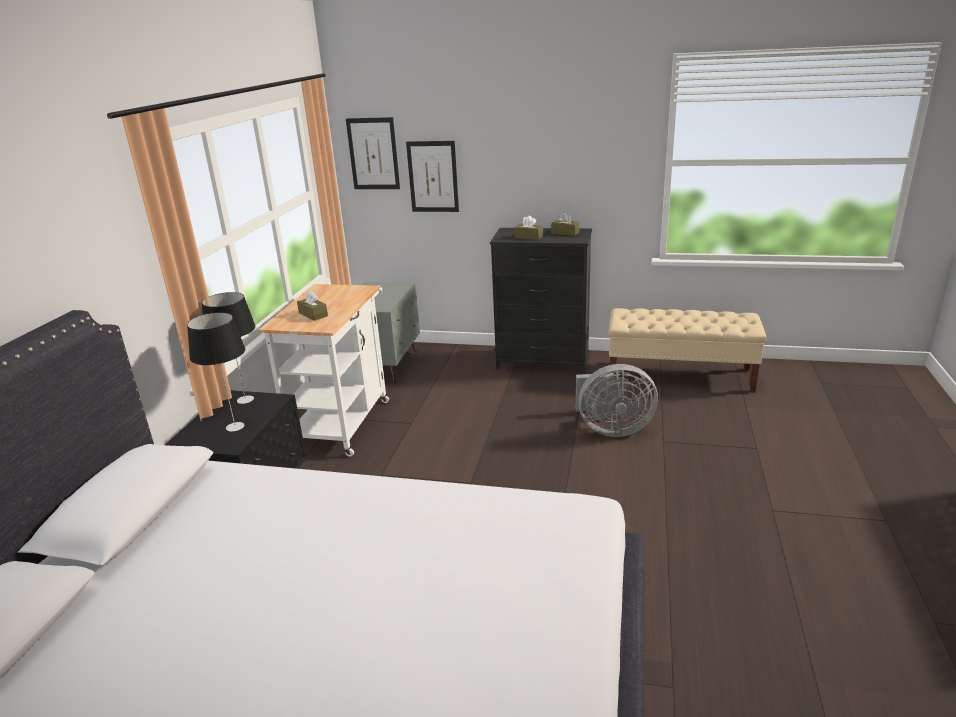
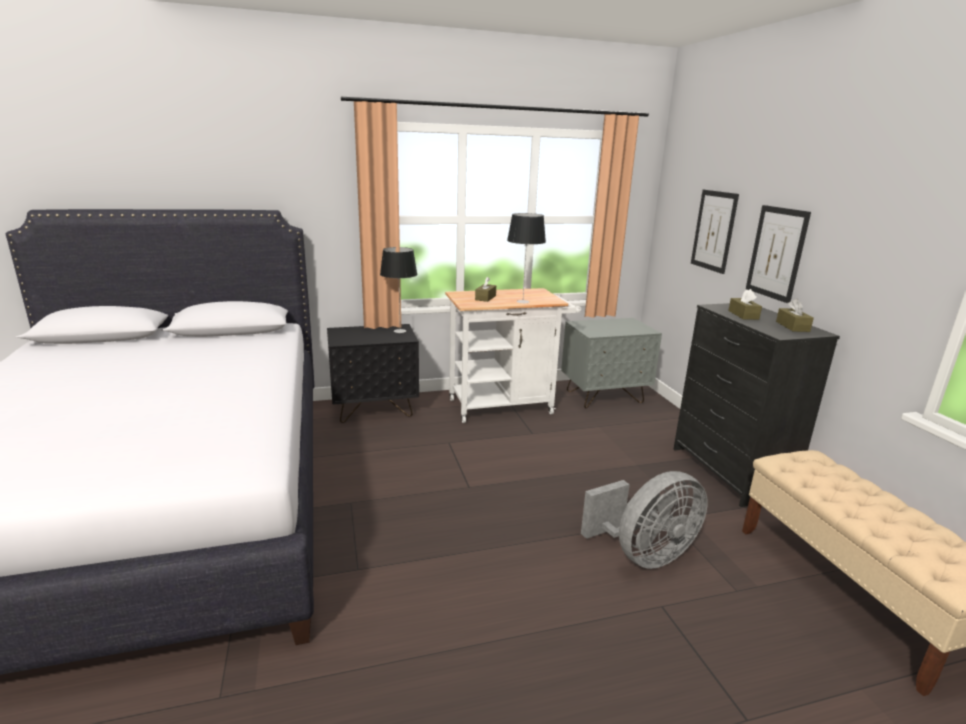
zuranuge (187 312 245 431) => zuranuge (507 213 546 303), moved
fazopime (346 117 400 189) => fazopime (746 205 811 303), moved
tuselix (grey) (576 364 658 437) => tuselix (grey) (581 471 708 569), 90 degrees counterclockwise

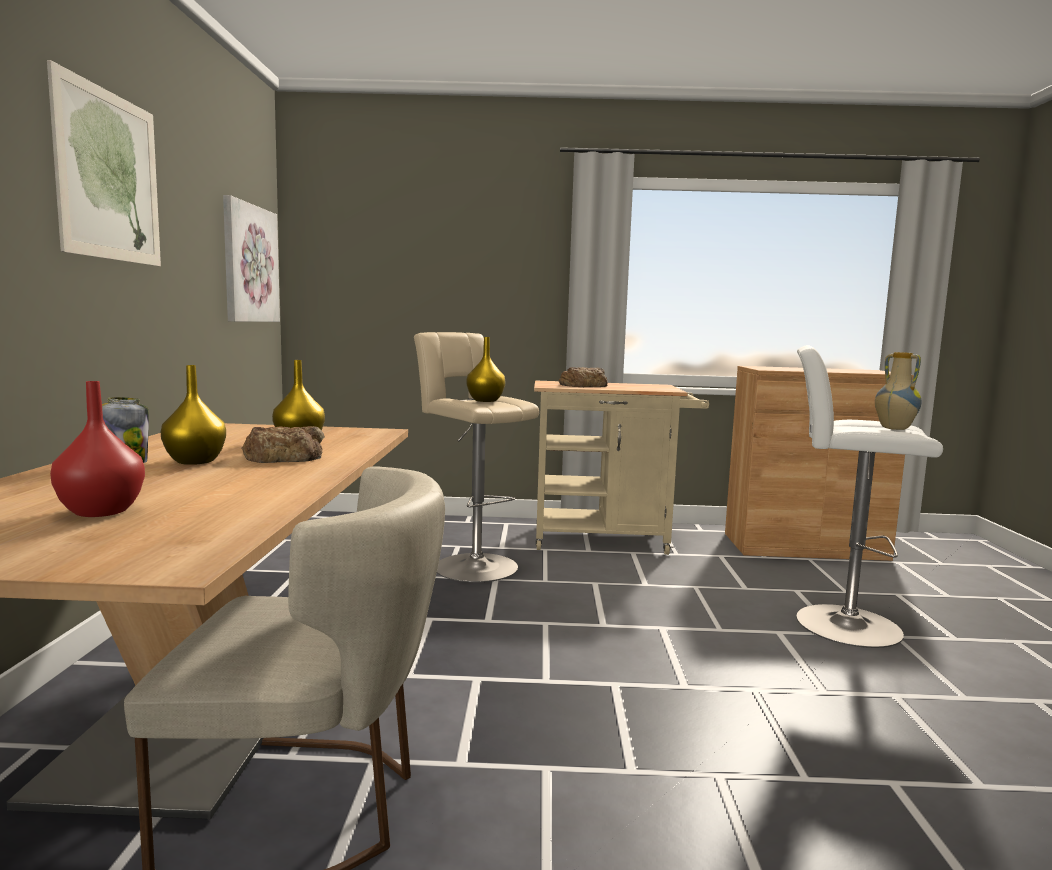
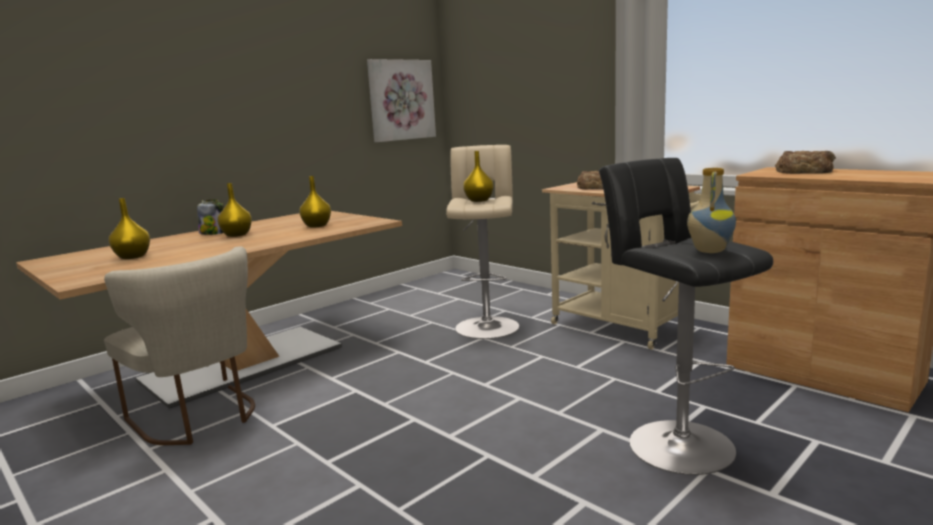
fazopime (47 60 161 266) => nothing
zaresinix (241 426 325 463) => zaresinix (775 151 836 174), moved
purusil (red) (50 381 145 517) => purusil (yellow) (109 198 150 259)
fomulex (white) (796 345 943 648) => fomulex (black) (599 158 773 475)

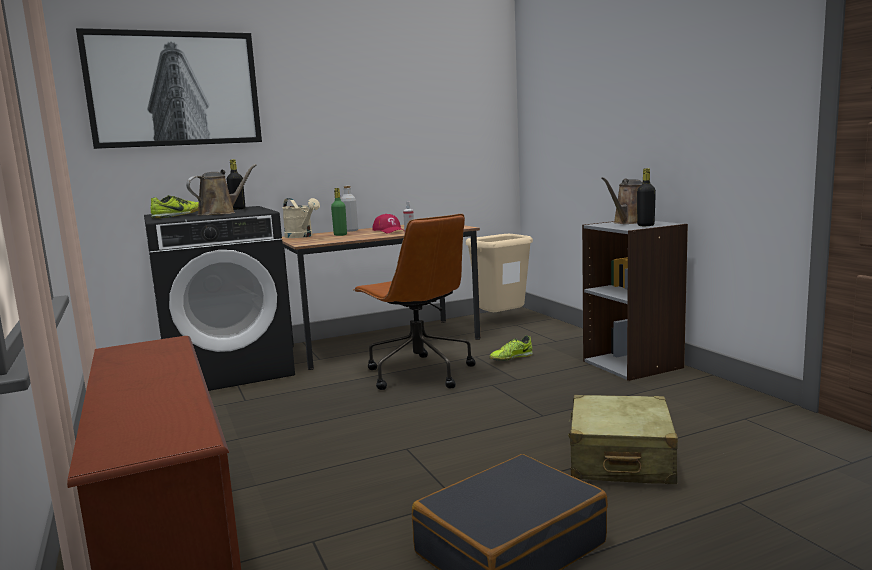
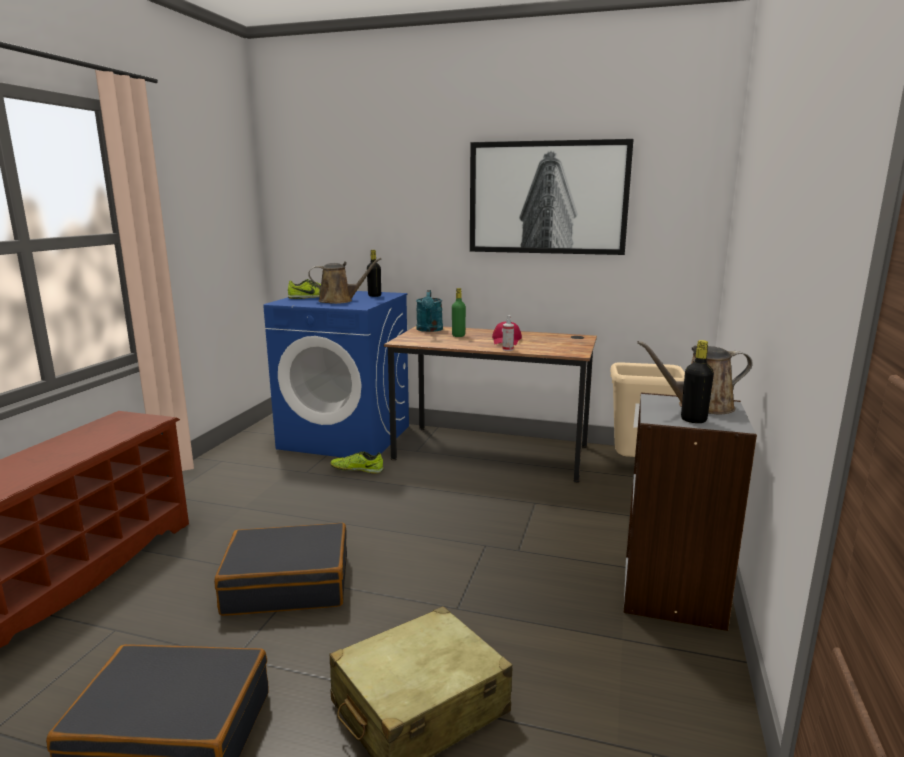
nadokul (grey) (341 186 358 232) => nothing
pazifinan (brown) (353 214 475 390) => nothing
nothing => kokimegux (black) (214 523 347 616)
fazopime (76 28 262 149) => fazopime (470 139 634 255), moved
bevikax (489 335 533 361) => bevikax (330 451 383 474), moved
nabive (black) (144 206 295 391) => nabive (blue) (263 291 409 458)
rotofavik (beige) (282 198 320 238) => rotofavik (turquoise) (416 290 443 332)

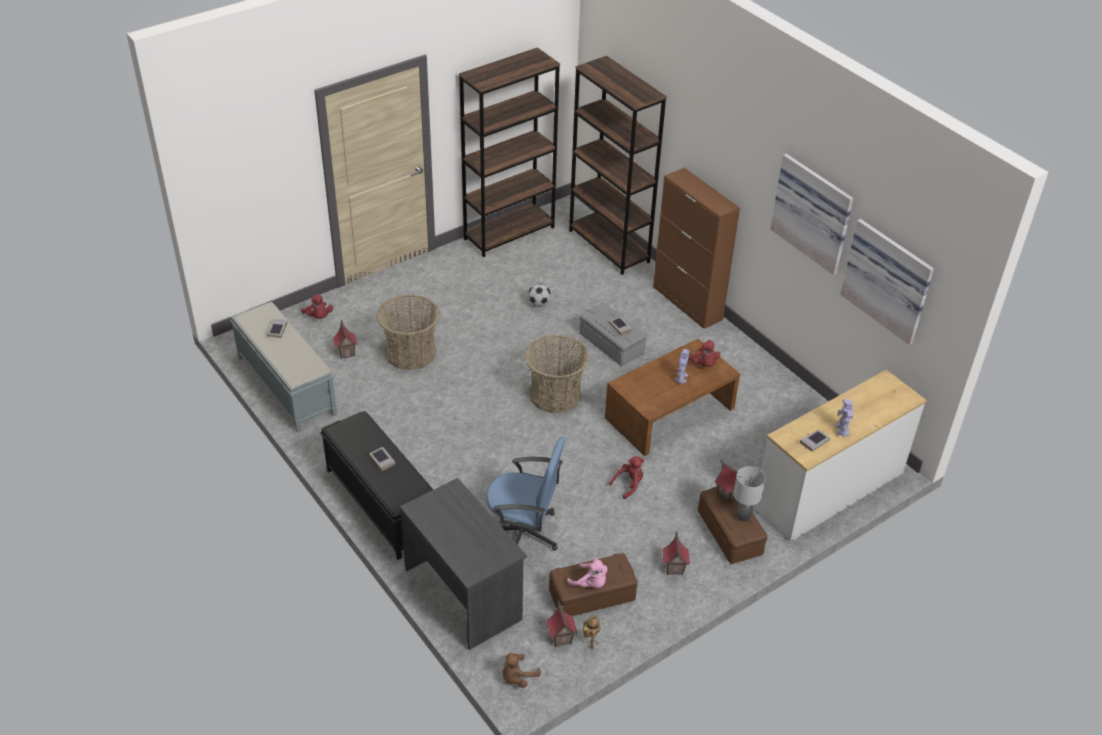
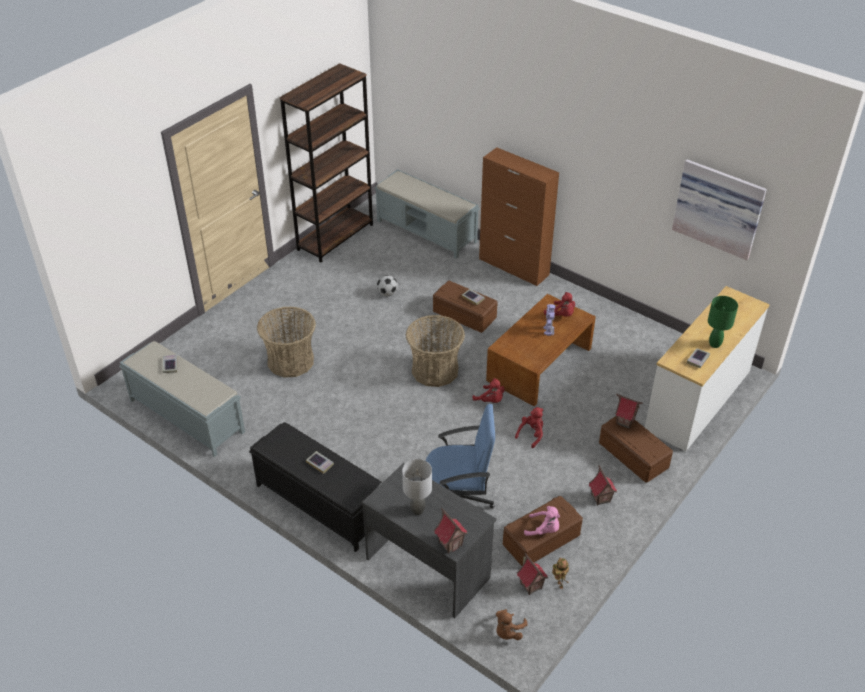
fazopime (770 154 854 275) => nothing
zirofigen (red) (301 294 333 319) => zirofigen (red) (472 378 505 403), moved
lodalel (333 320 358 359) => lodalel (434 507 468 554), moved
zuranuge (grey) (733 466 766 521) => zuranuge (grey) (402 459 432 515), moved
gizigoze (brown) (569 56 667 275) => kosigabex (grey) (375 169 480 259)
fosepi (835 399 853 437) => zuranuge (green) (708 296 738 348)
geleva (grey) (579 303 646 366) => geleva (brown) (433 281 498 333)

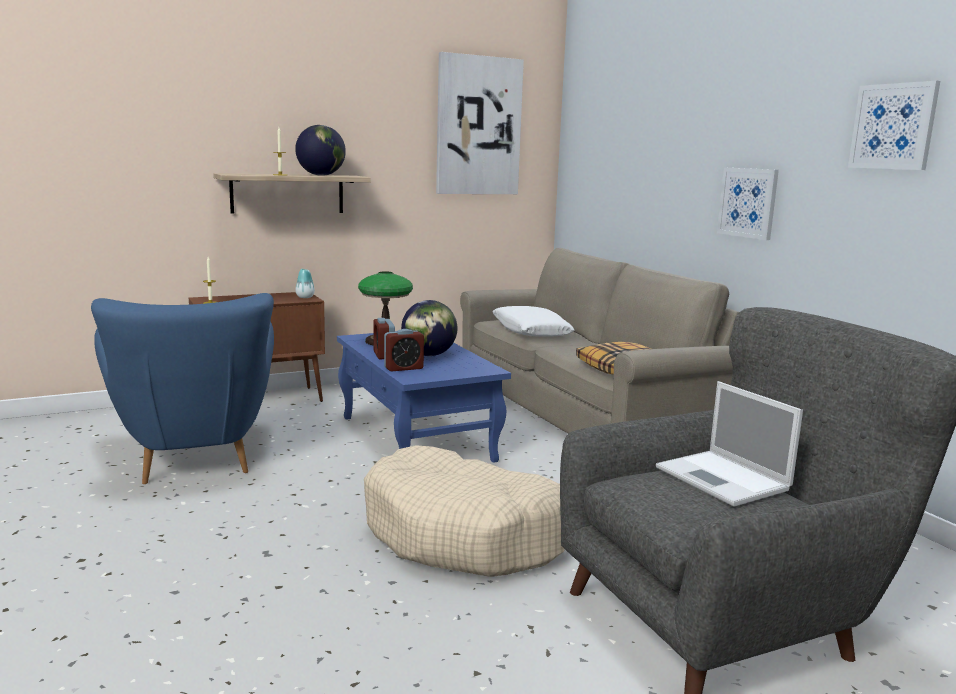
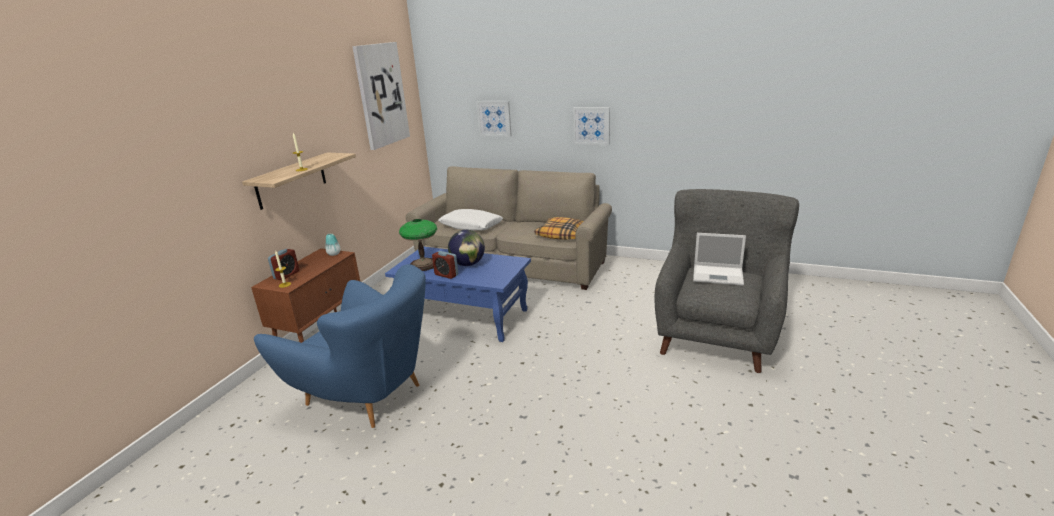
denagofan (295 125 346 176) => nothing
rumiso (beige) (364 445 565 577) => nothing
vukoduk (384 329 424 372) => vukoduk (268 249 299 280), moved
fazopime (848 81 940 170) => fazopime (476 101 512 137), moved

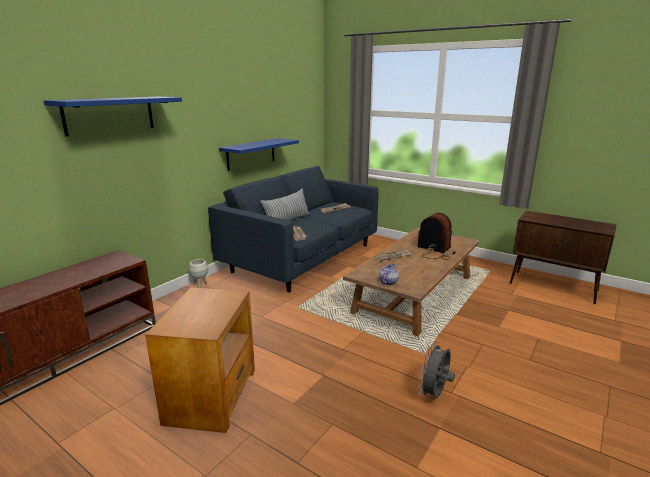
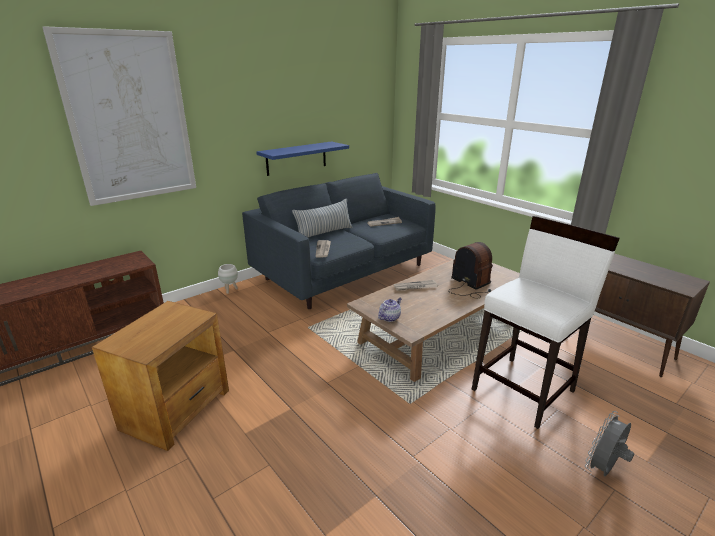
nothing => fomulex (white) (472 216 620 429)
tuselix (grey) (418 341 455 399) => tuselix (grey) (585 411 634 476), moved
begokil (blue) (44 97 182 136) => fazopime (42 26 196 206)

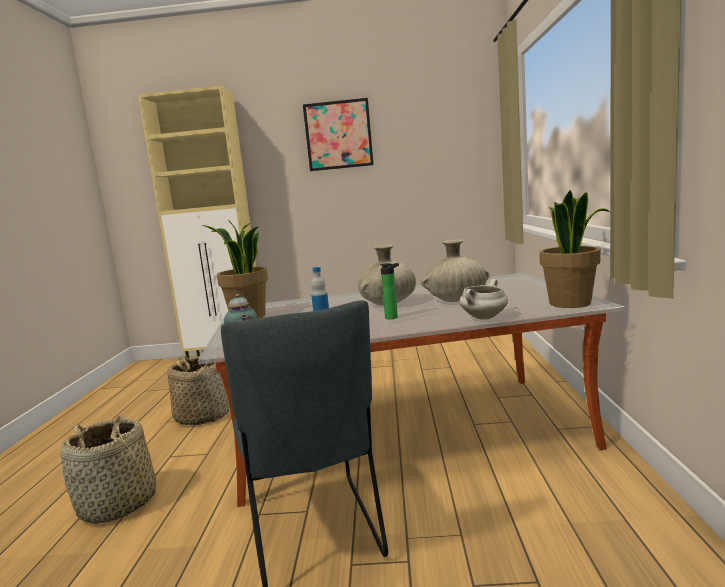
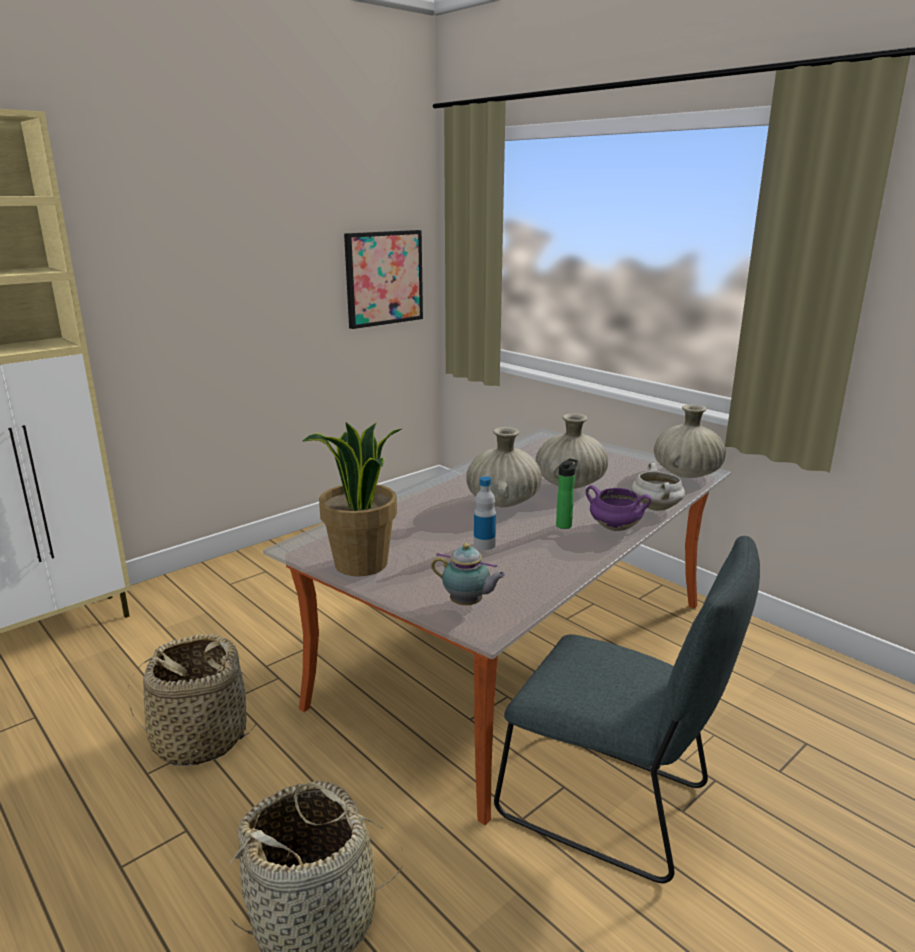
nothing => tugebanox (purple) (586 485 652 531)
fazopime (303 98 374 171) => fazopime (344 230 423 329), moved
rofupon (539 190 610 308) => purusil (beige) (654 405 726 478)

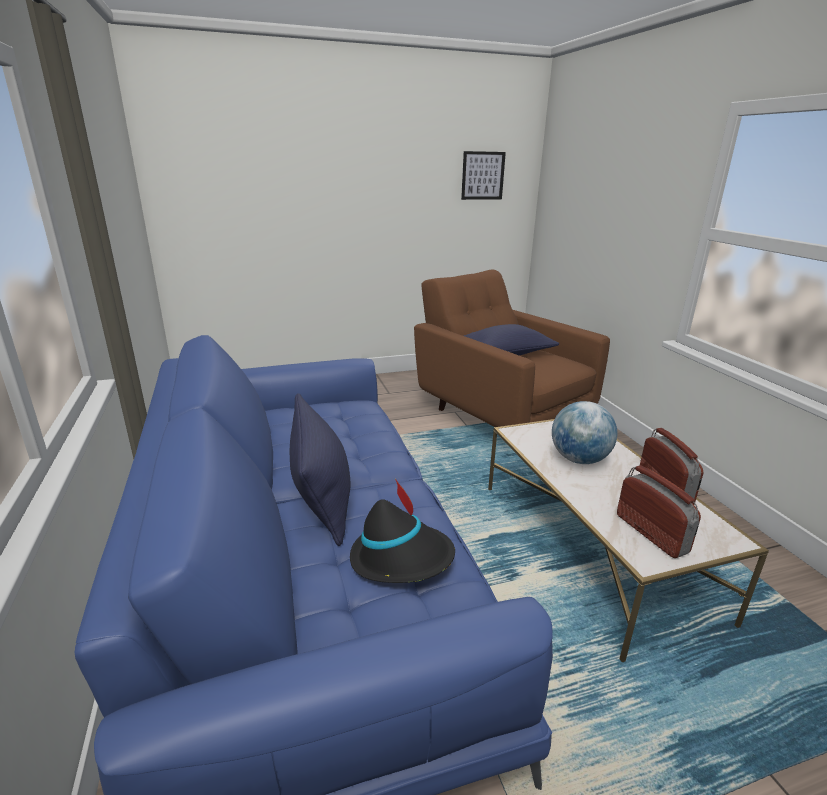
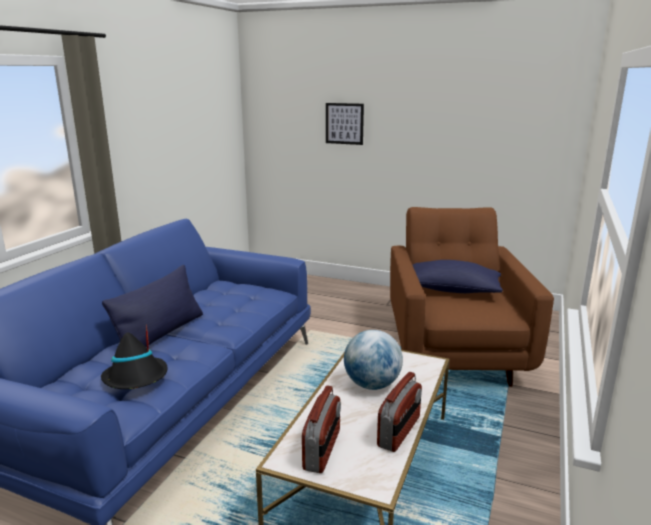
fazopime (461 151 506 200) => fazopime (326 103 364 145), moved

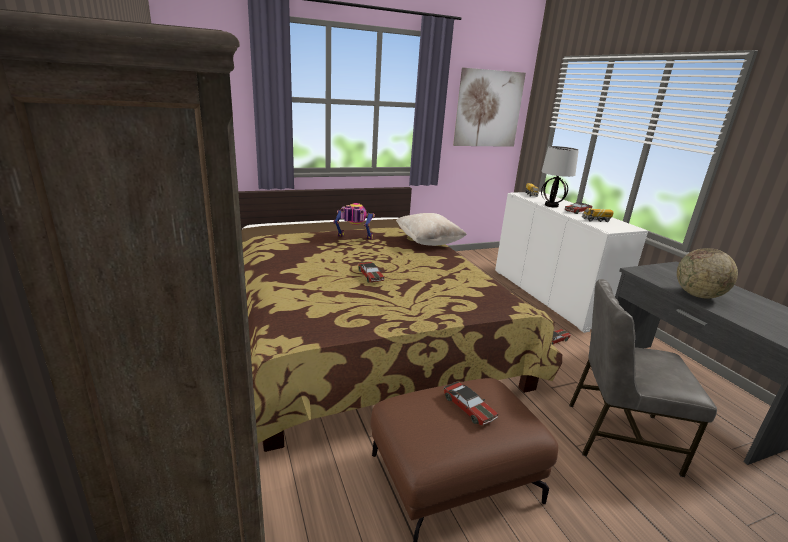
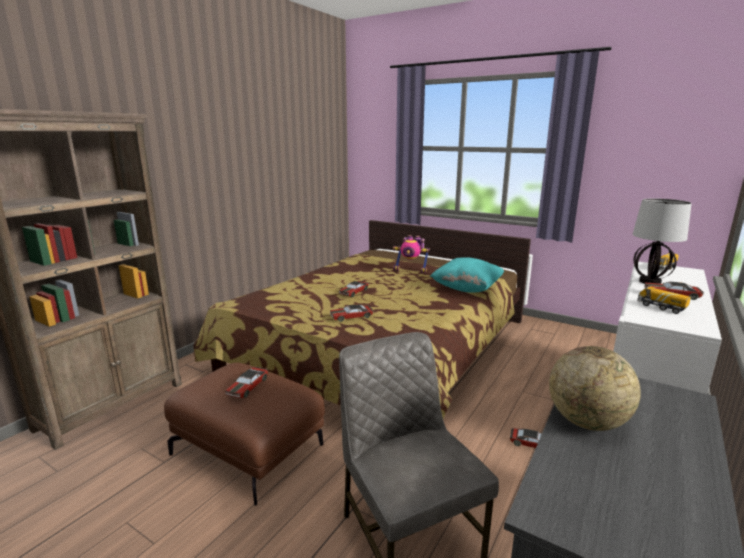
fazopime (453 68 526 147) => nothing
nothing => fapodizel (330 304 373 322)
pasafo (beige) (396 213 467 246) => pasafo (turquoise) (430 257 504 293)
fosepi (333 203 375 240) => fosepi (393 235 430 273), 135 degrees clockwise

